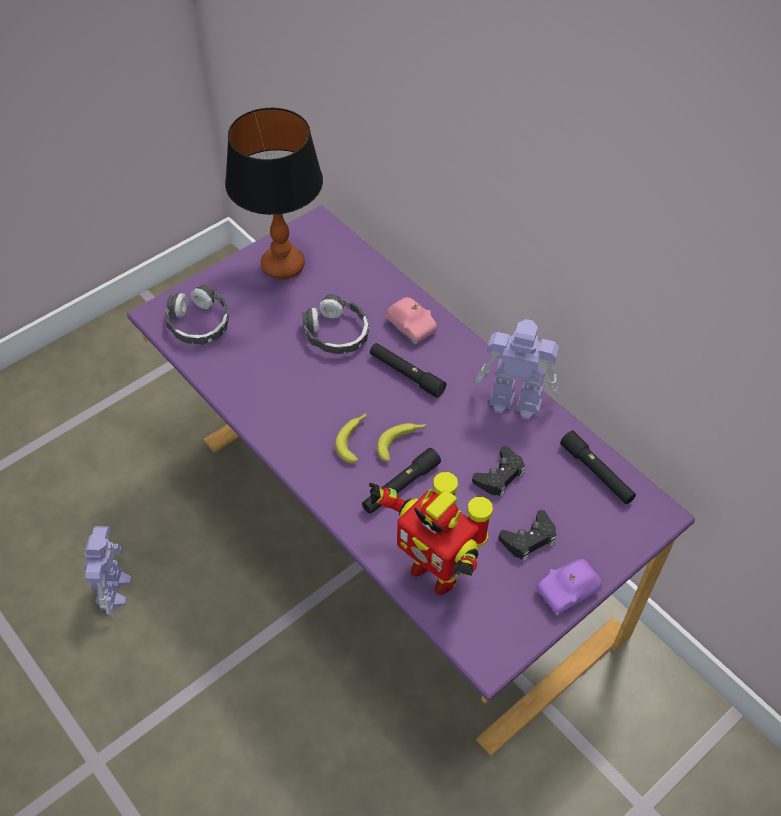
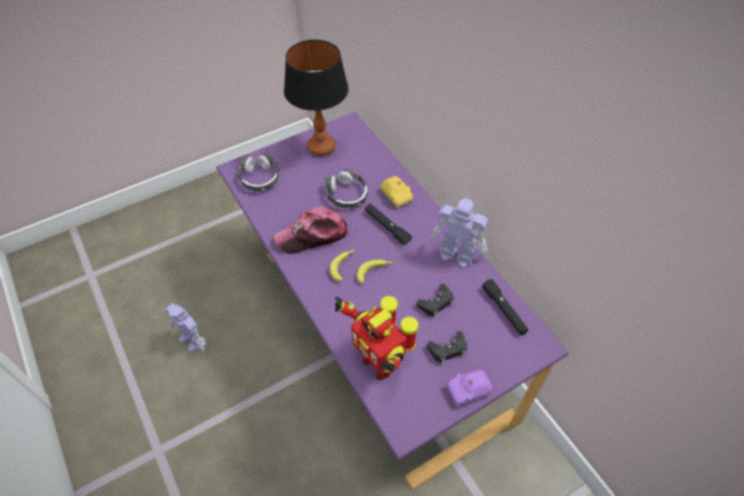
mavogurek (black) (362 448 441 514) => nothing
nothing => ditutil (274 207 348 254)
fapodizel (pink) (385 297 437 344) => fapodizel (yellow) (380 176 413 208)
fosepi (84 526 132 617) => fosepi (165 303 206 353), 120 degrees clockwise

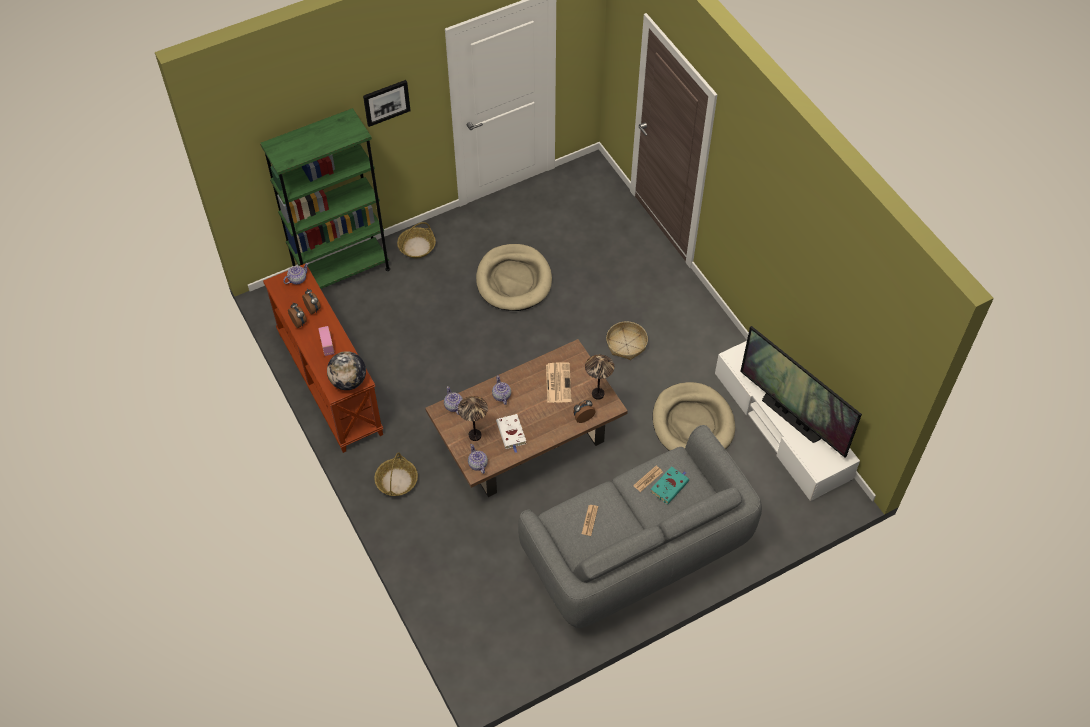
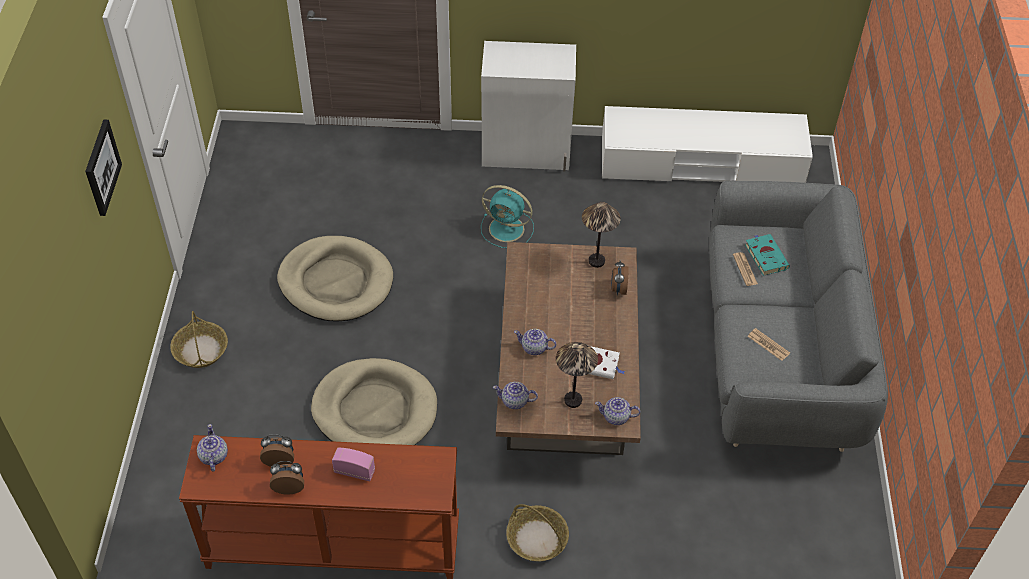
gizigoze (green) (260 108 390 289) => nothing
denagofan (327 351 366 390) => nothing
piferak (546 362 572 403) => nothing
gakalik (740 326 862 458) => nothing
nothing => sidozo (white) (481 41 576 172)
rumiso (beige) (652 382 735 451) => rumiso (beige) (311 358 437 445), moved
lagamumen (606 321 648 360) => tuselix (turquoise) (481 185 534 248)

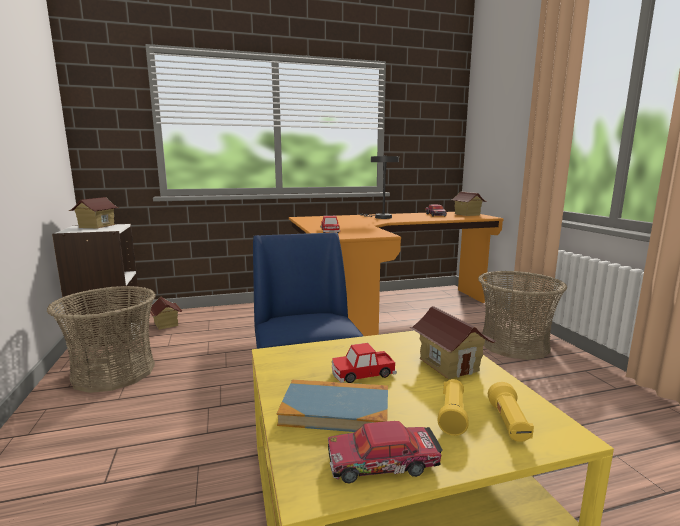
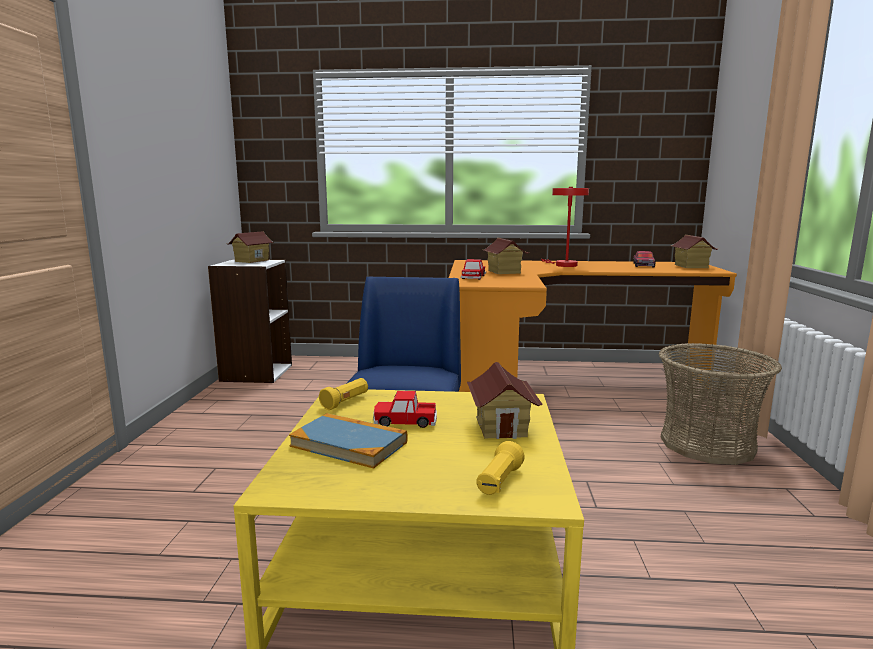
lagamumen (47 286 156 393) => nothing
fapodizel (328 421 442 484) => nothing
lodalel (150 297 182 330) => lodalel (484 238 529 274), moved
mavogurek (yellow) (438 379 469 436) => mavogurek (yellow) (319 378 368 410), moved
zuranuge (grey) (359 155 399 219) => zuranuge (red) (541 187 589 267)

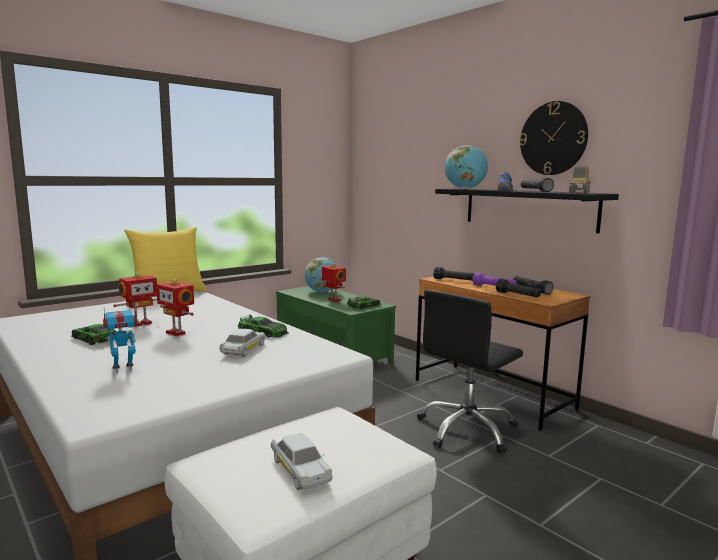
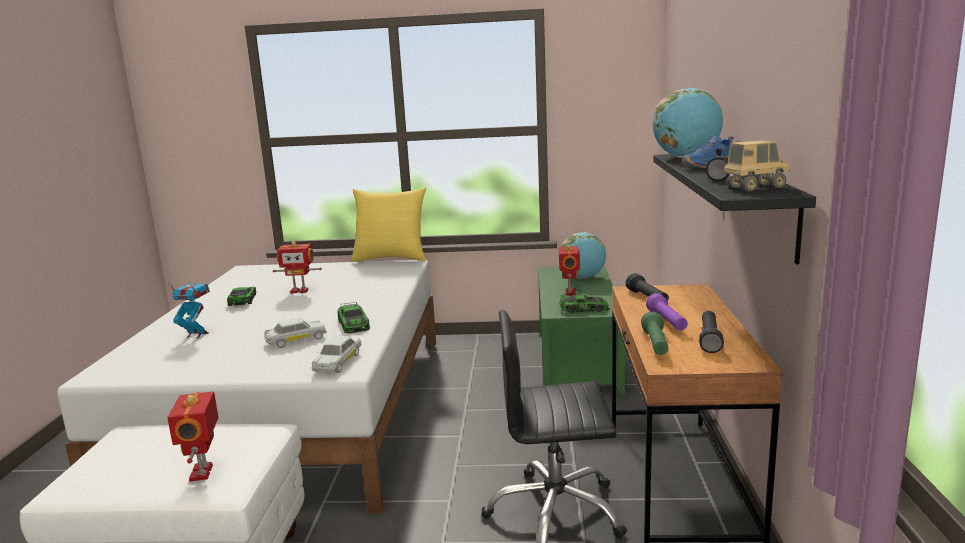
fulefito (520 101 588 175) => nothing
fosepi (156 279 194 336) => fosepi (167 391 219 482), moved
fapodizel (white) (271 433 333 490) => fapodizel (white) (312 336 361 373), moved
mavogurek (black) (496 279 541 298) => mavogurek (green) (641 312 668 355)

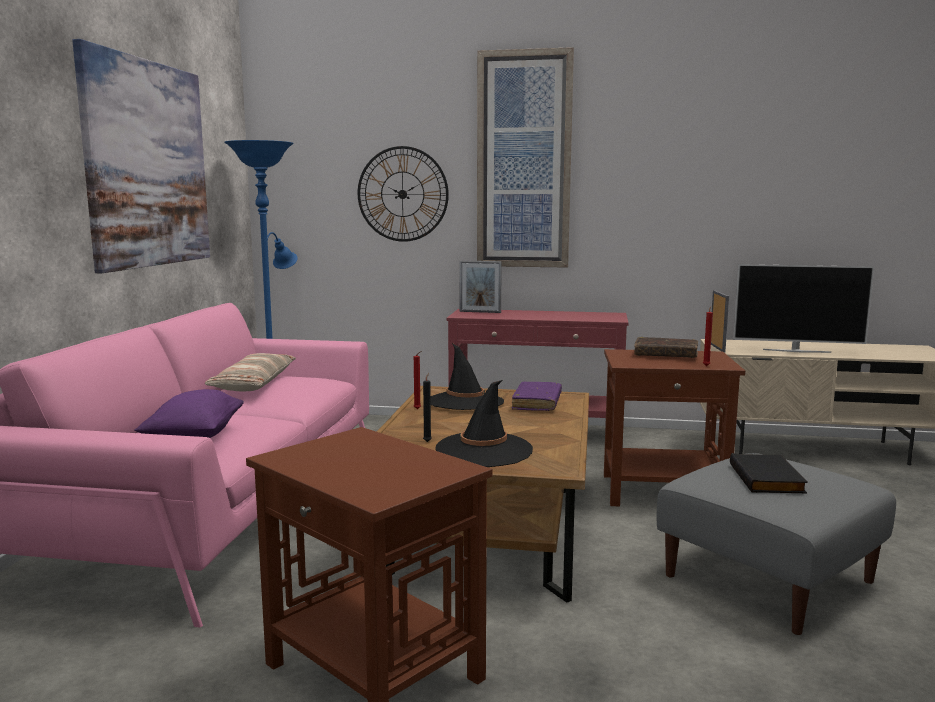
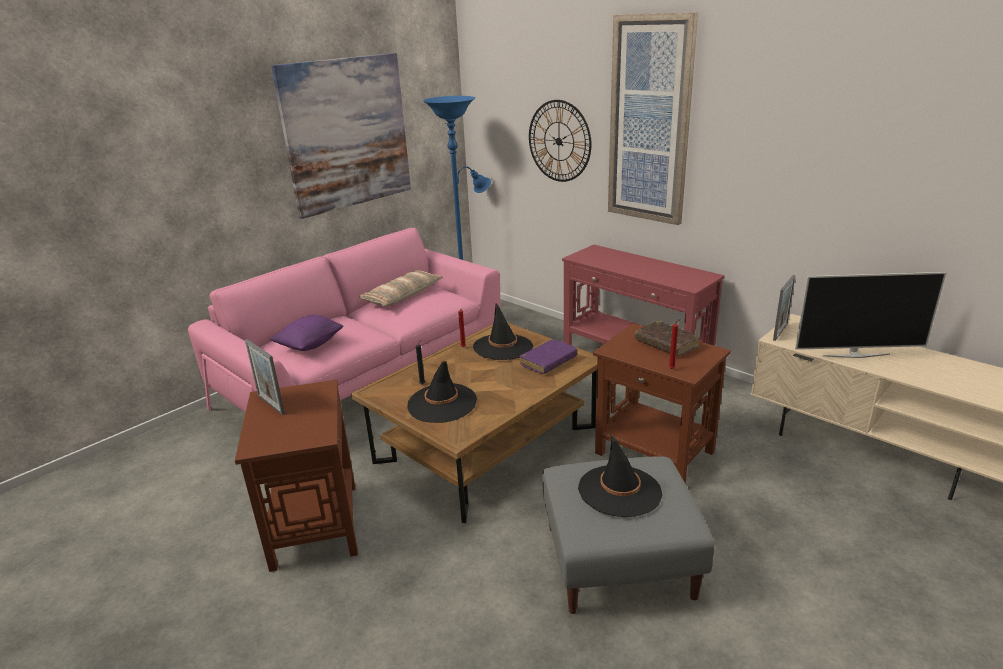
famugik (459 261 502 313) => famugik (245 339 285 415), moved
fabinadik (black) (730 453 808 493) => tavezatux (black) (578 433 662 517)
gakalik (733 264 874 353) => gakalik (795 272 947 358), 45 degrees counterclockwise

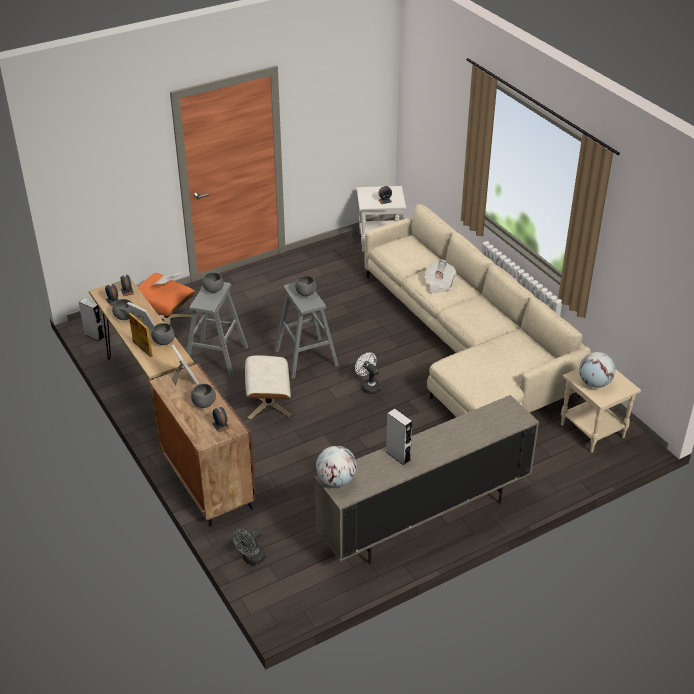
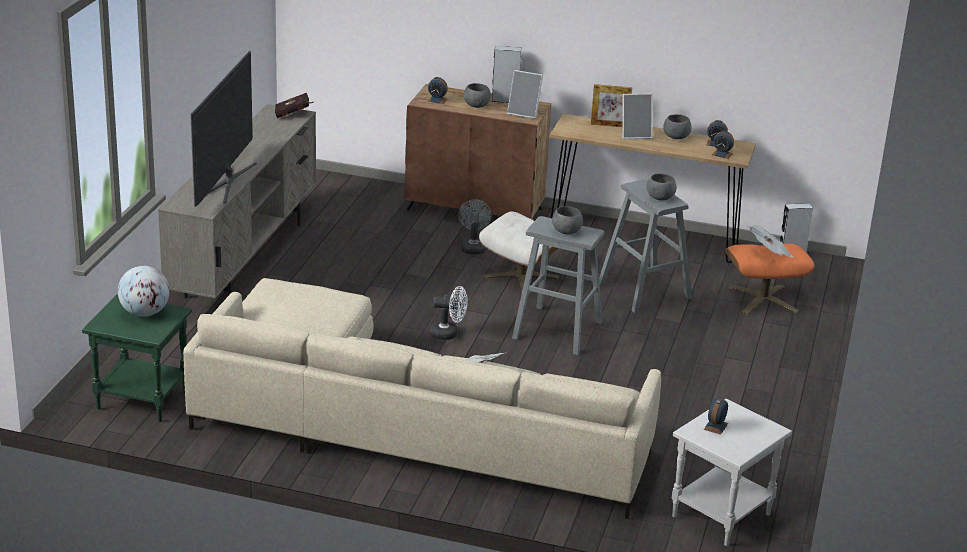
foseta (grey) (151 323 175 345) => nothing
nothing => gakalik (190 51 257 206)
tuselix (grey) (232 528 266 565) => tuselix (grey) (458 199 492 255), moved
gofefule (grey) (386 408 412 465) => gofefule (grey) (492 46 521 103), moved
denagofan (316 446 357 487) => fabinadik (red) (275 93 314 118)
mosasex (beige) (561 369 641 453) => mosasex (green) (82 294 192 422)

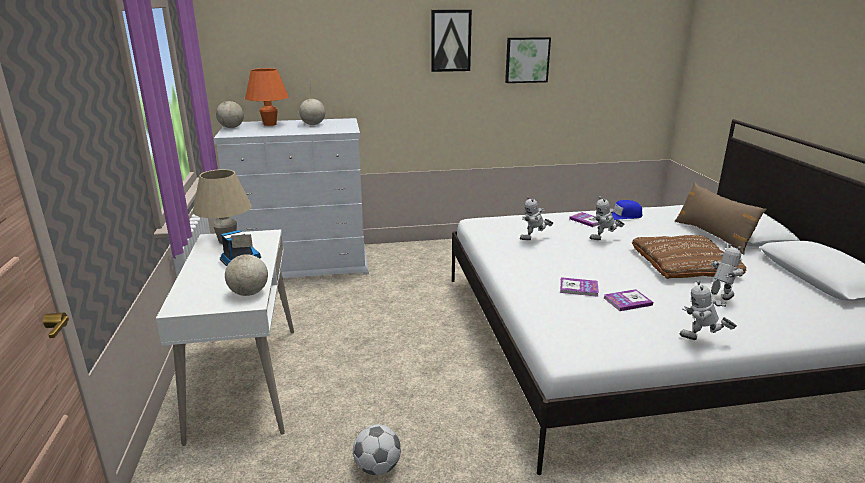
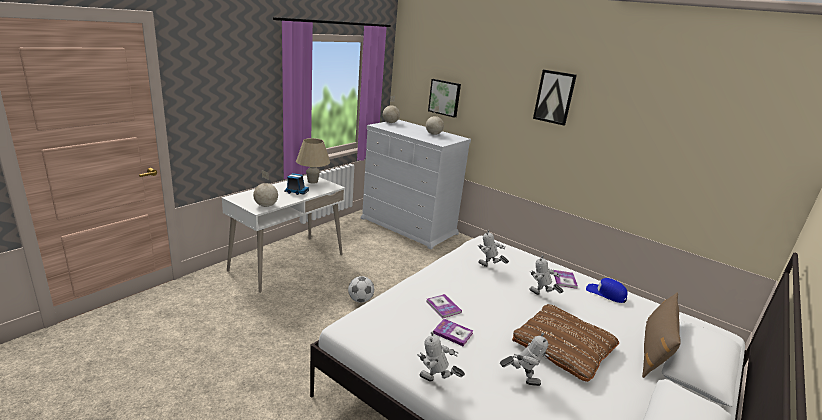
zuranuge (orange) (245 68 289 126) => nothing
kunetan (353 424 401 475) => kunetan (348 276 374 303), moved
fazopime (505 37 551 83) => fazopime (428 79 461 118), moved
fosepi (680 281 737 340) => fosepi (418 332 465 382), 45 degrees counterclockwise

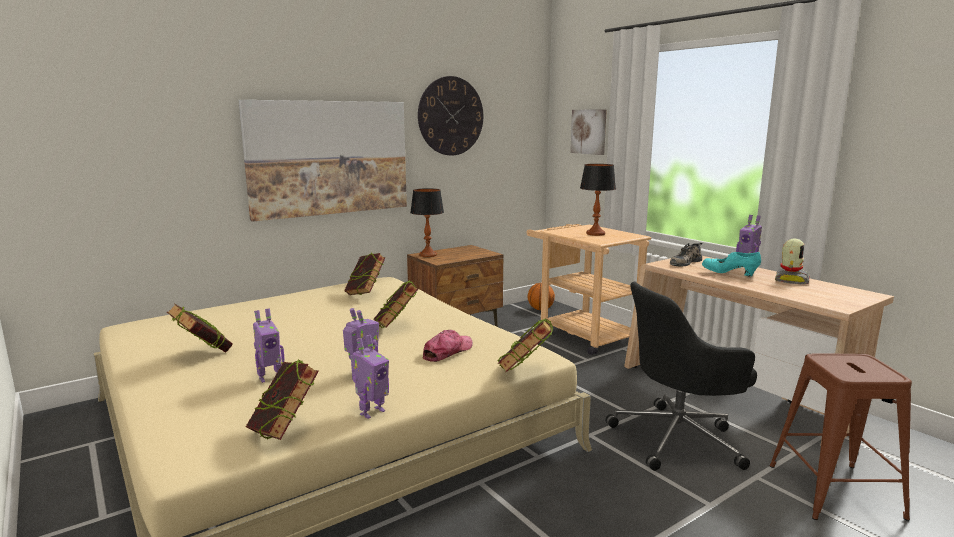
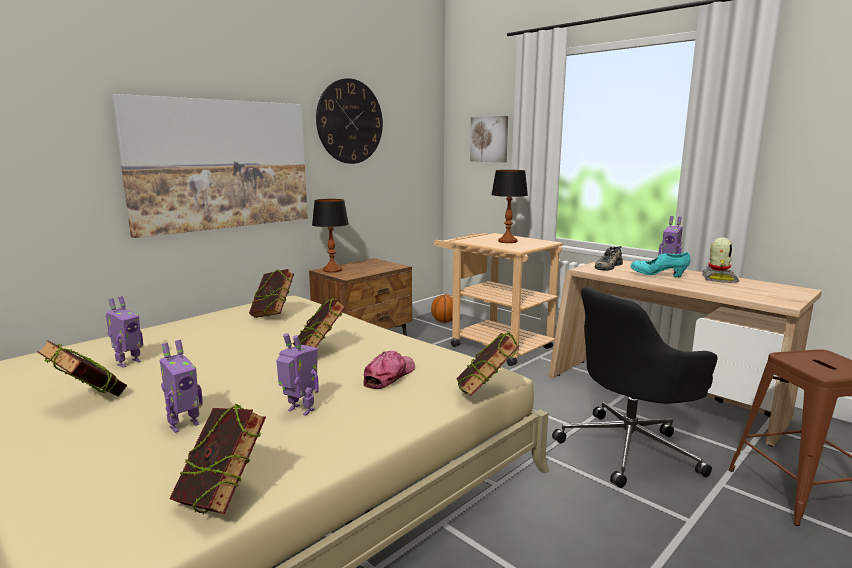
fosepi (351 335 389 419) => fosepi (106 296 143 368), moved

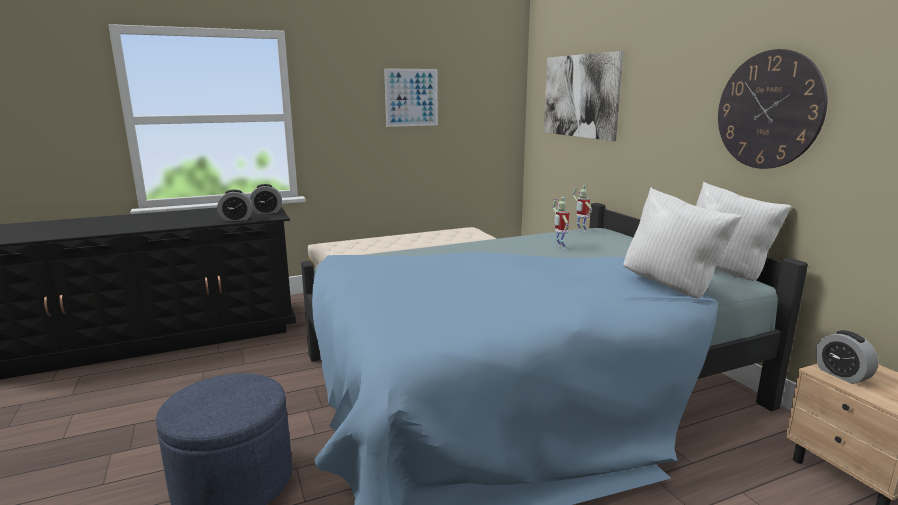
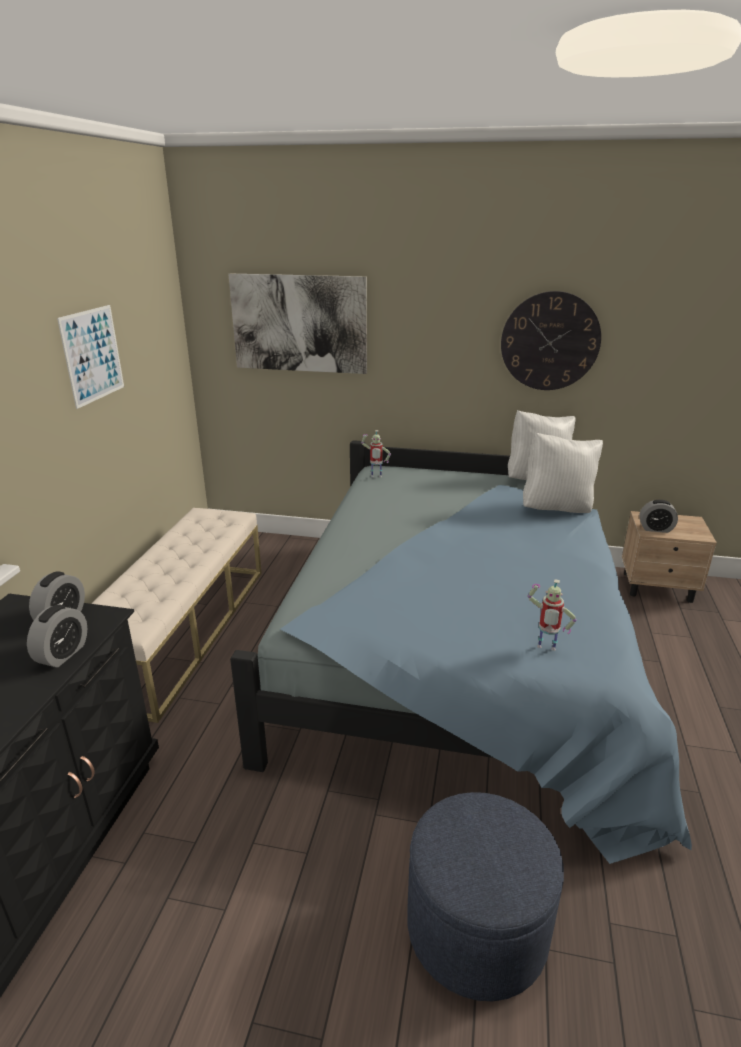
fosepi (553 197 569 249) => fosepi (528 579 577 651), moved

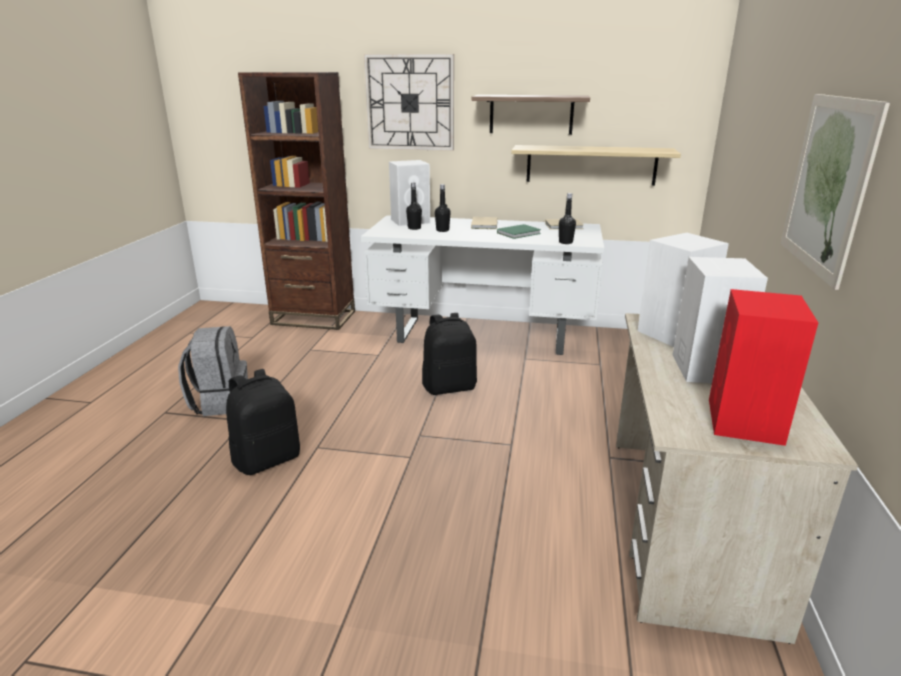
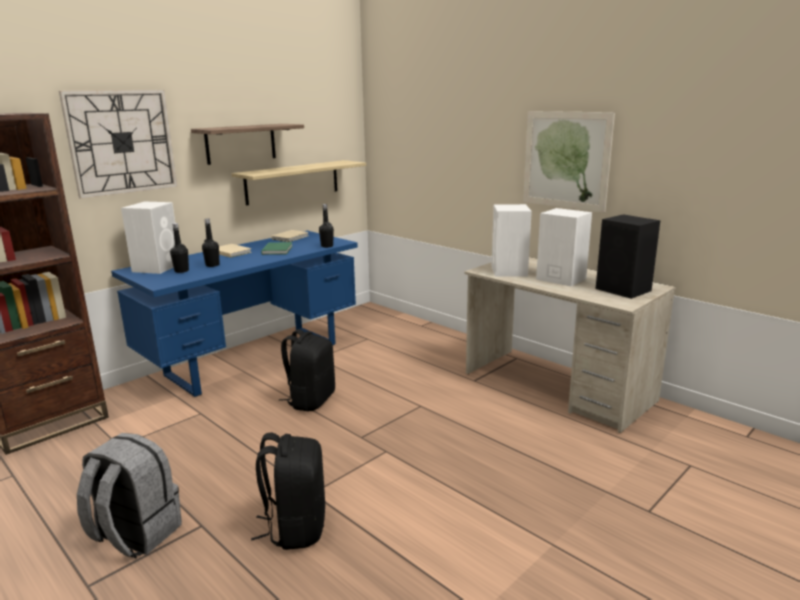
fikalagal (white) (361 215 604 355) => fikalagal (blue) (111 231 358 397)
gofefule (red) (709 289 818 446) => gofefule (black) (596 215 660 299)

